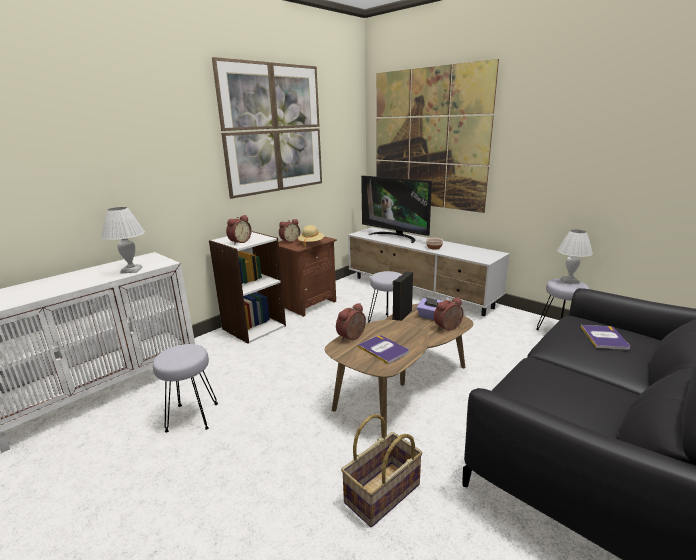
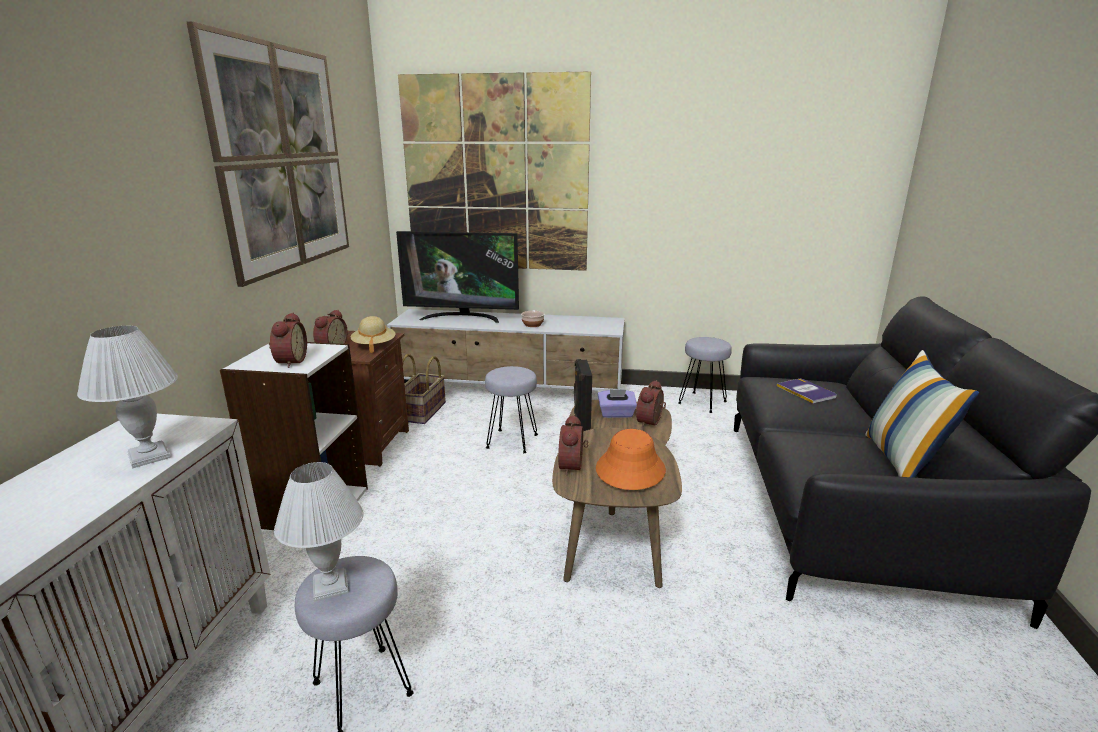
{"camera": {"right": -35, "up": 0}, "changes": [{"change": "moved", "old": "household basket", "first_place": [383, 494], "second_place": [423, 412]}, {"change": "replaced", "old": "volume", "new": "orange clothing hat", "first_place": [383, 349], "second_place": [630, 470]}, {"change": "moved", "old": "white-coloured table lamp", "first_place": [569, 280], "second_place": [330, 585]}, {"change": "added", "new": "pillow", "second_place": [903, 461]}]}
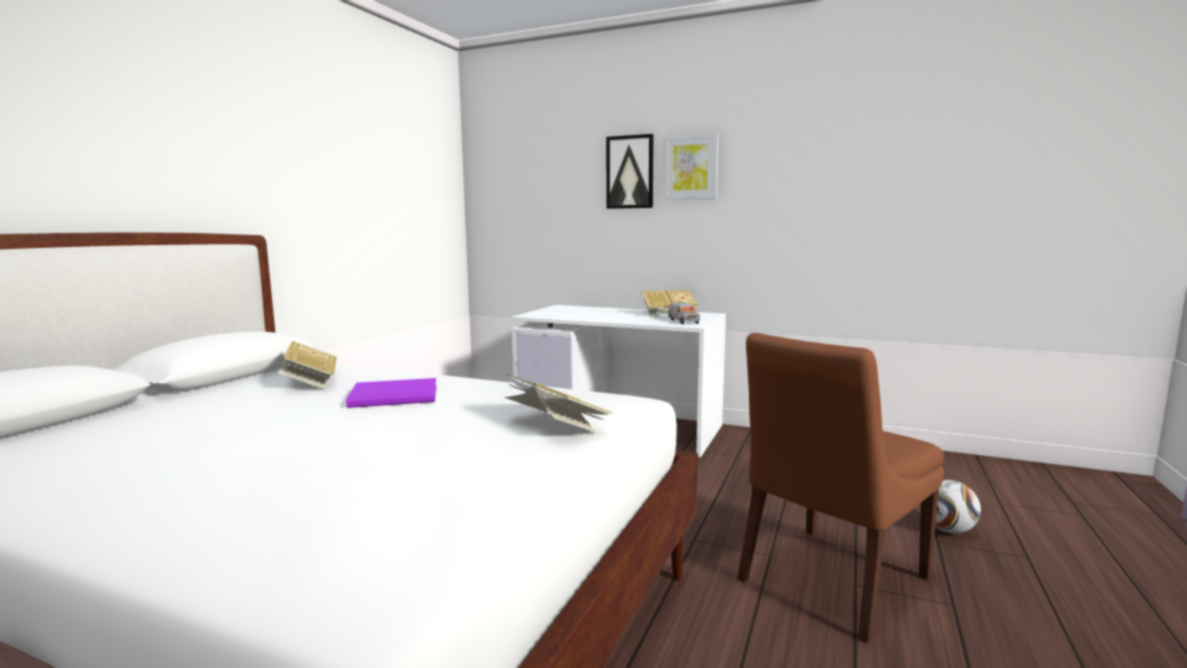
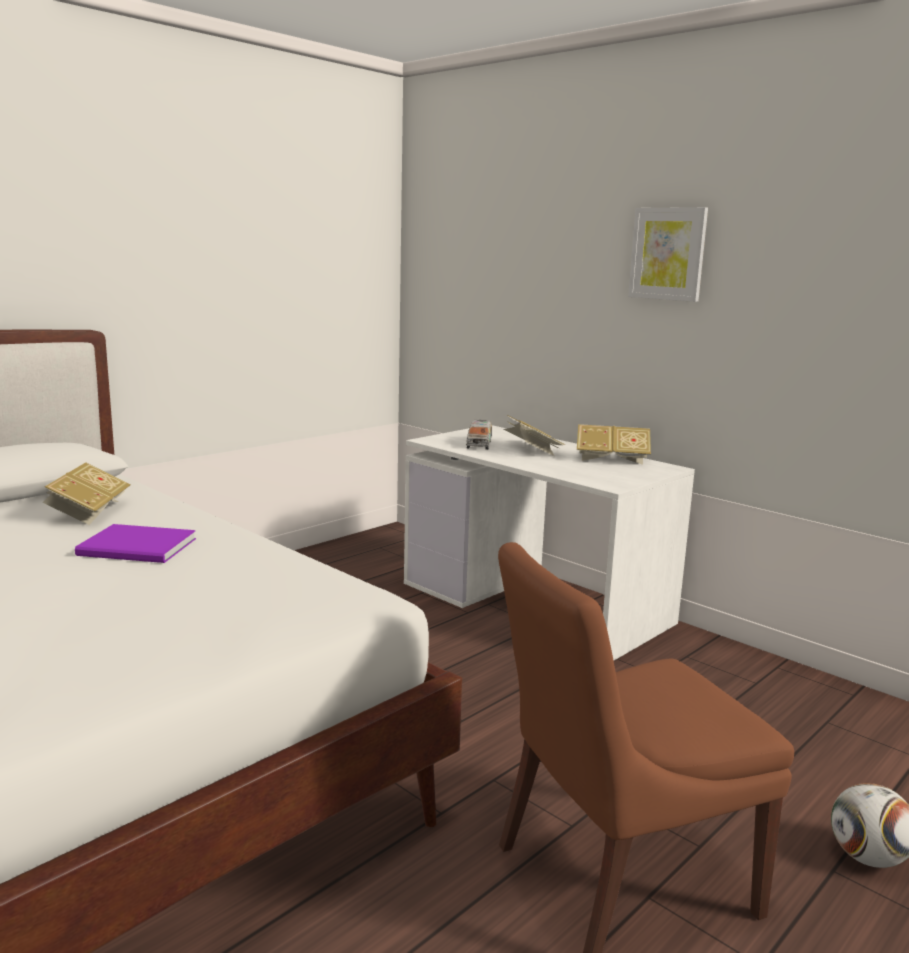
{"camera": {"right": 20, "up": 5}, "changes": [{"change": "moved", "old": "volume", "first_place": [554, 425], "second_place": [531, 450]}, {"change": "removed", "old": "wall picture", "first_place": [630, 172]}, {"change": "moved", "old": "model truck", "first_place": [683, 321], "second_place": [479, 444]}]}
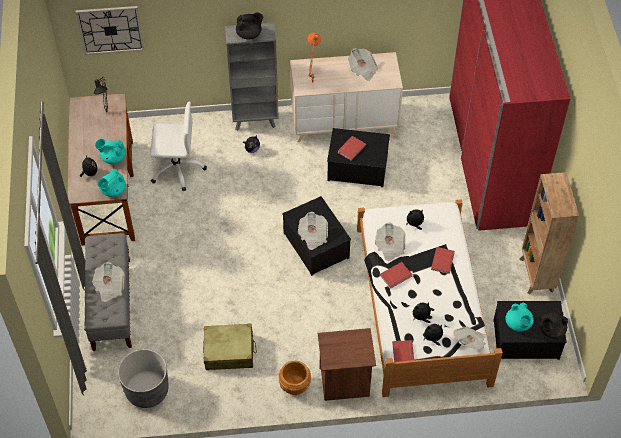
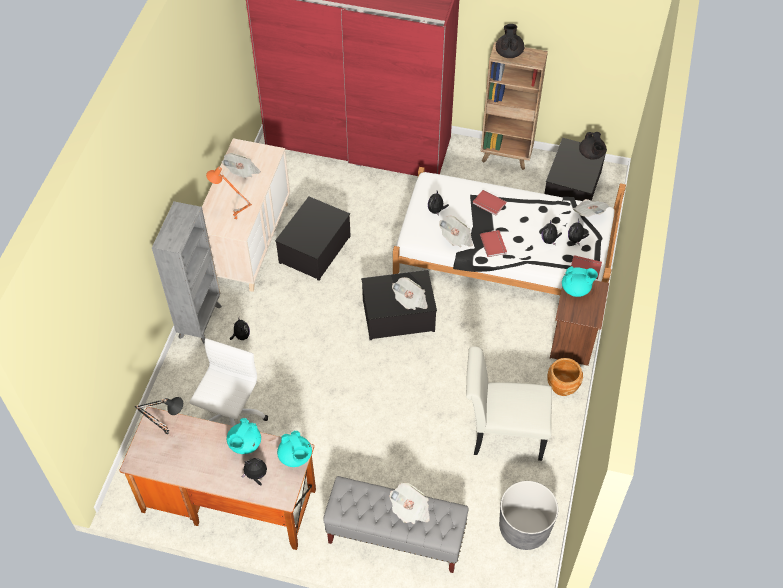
{"camera": {"right": -70, "up": 0}, "changes": [{"change": "removed", "old": "clock on the wall", "first_place": [110, 29]}, {"change": "replaced", "old": "sand-coloured travel case", "new": "white-coloured upright chair", "first_place": [229, 352], "second_place": [502, 433]}, {"change": "moved", "old": "black-coloured pot for tea", "first_place": [249, 34], "second_place": [509, 53]}, {"change": "removed", "old": "red volume", "first_place": [351, 148]}, {"change": "moved", "old": "blue-green pot for tea", "first_place": [518, 324], "second_place": [576, 289]}]}
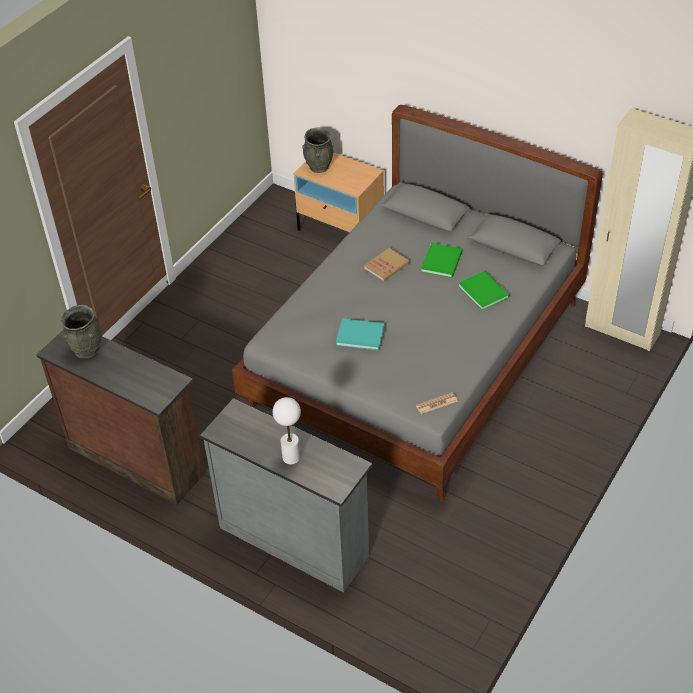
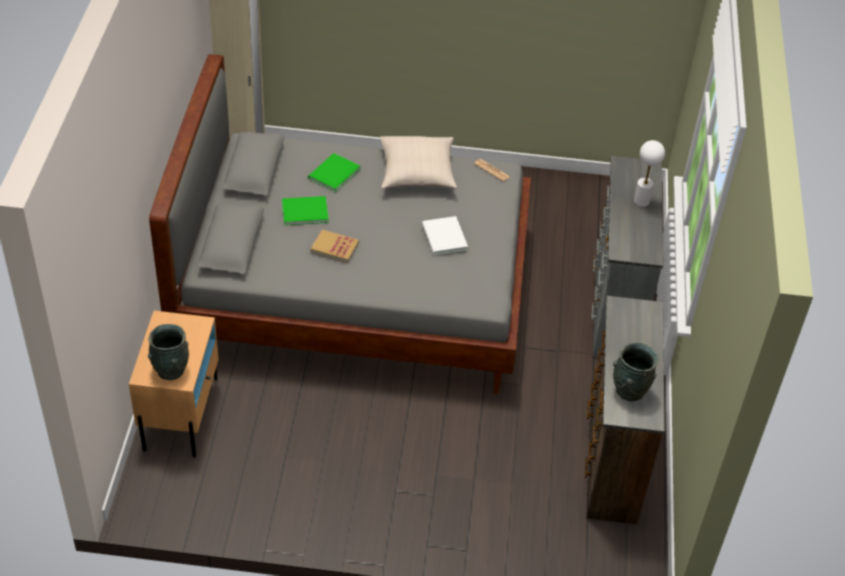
{"camera": {"right": -120, "up": 0}, "changes": [{"change": "recoloured", "old": "blue-green volume", "new": "white-coloured volume", "first_place": [359, 334], "second_place": [443, 238]}, {"change": "added", "new": "sand-coloured pillow", "second_place": [417, 173]}]}
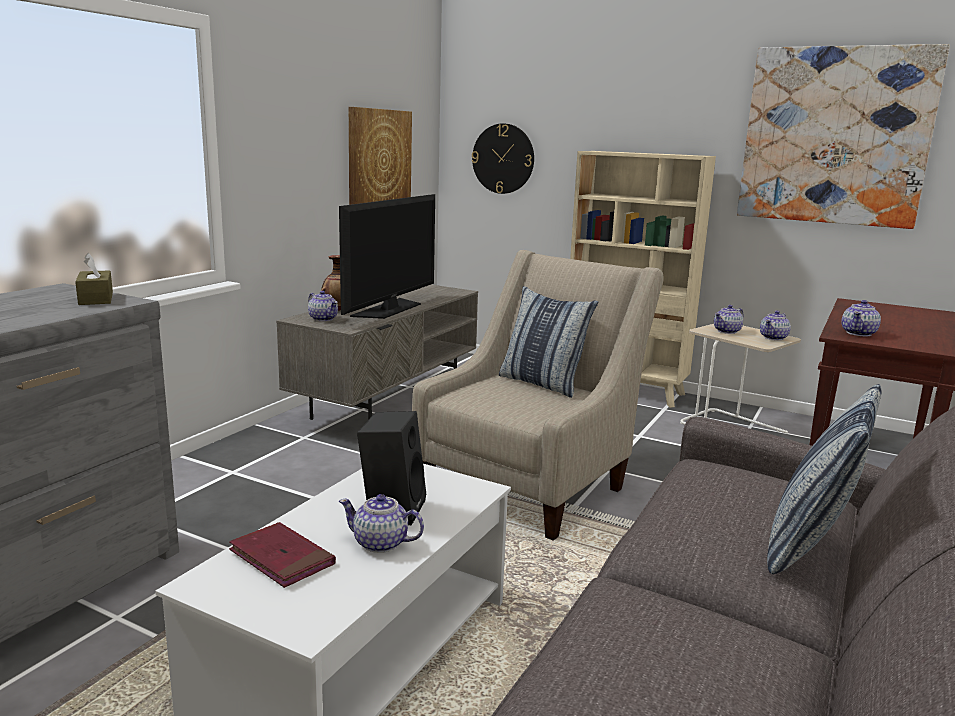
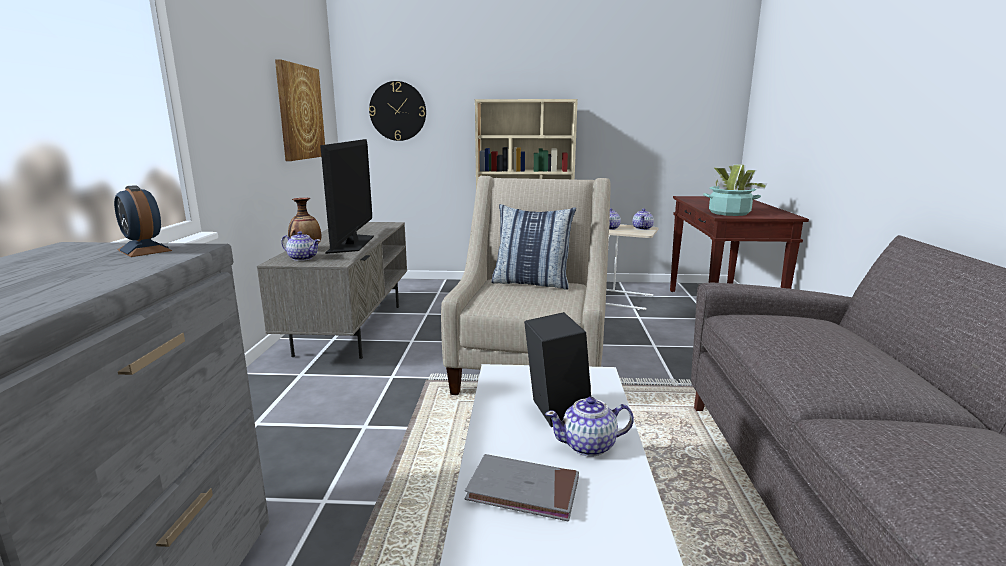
{"camera": {"right": -25, "up": 0}, "changes": [{"change": "replaced", "old": "brown tissue box", "new": "table clock", "first_place": [96, 298], "second_place": [144, 250]}, {"change": "recoloured", "old": "red volume", "new": "gray volume", "first_place": [282, 558], "second_place": [523, 491]}, {"change": "removed", "old": "wall picture", "first_place": [835, 136]}, {"change": "removed", "old": "pillow", "first_place": [810, 545]}, {"change": "replaced", "old": "pot for tea", "new": "houseplant", "first_place": [859, 333], "second_place": [729, 213]}]}
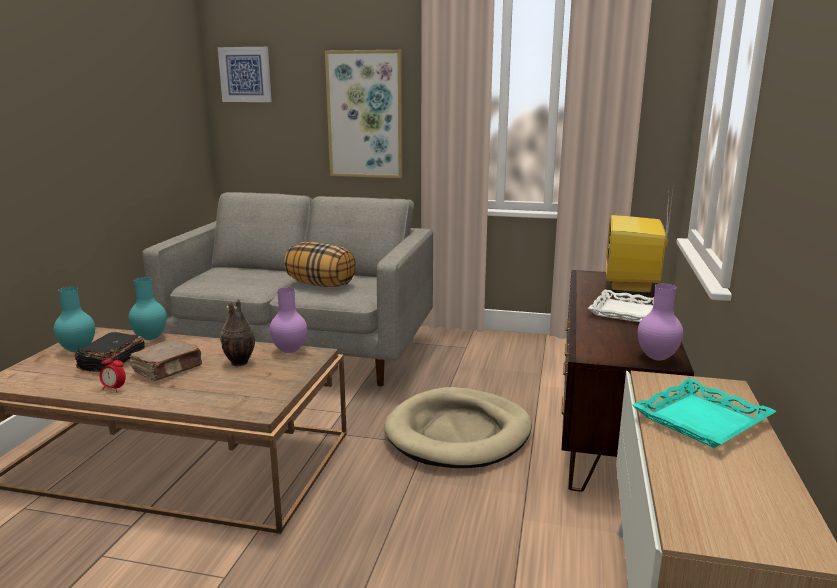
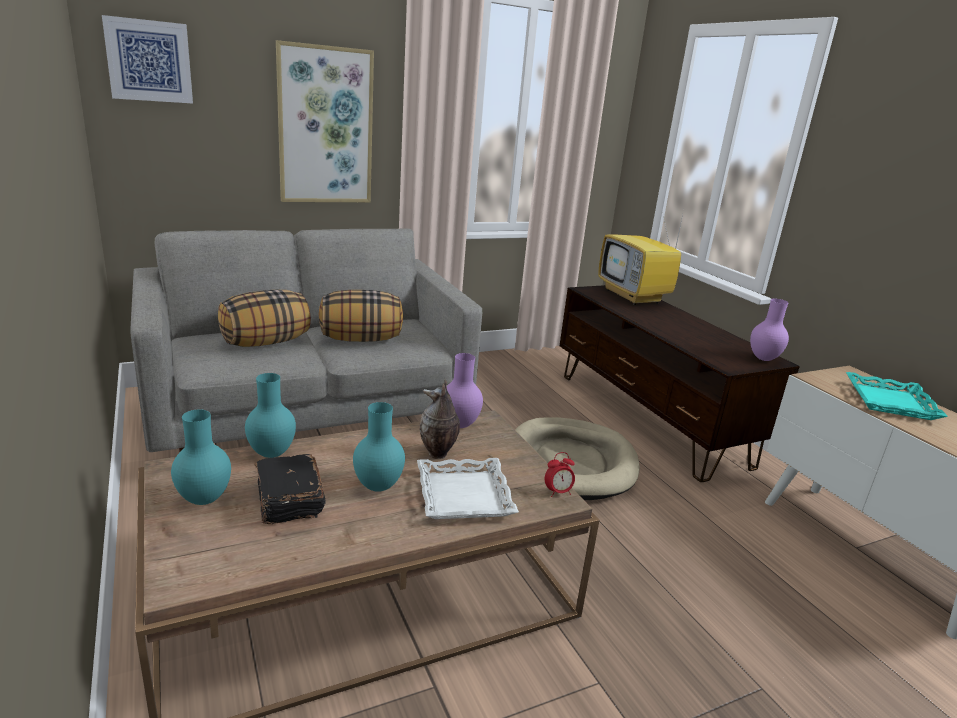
{"camera": {"right": -40, "up": 5}, "changes": [{"change": "moved", "old": "table clock", "first_place": [114, 389], "second_place": [558, 492]}, {"change": "replaced", "old": "brown volume", "new": "blue-green vase", "first_place": [168, 369], "second_place": [379, 486]}, {"change": "moved", "old": "white-coloured tray", "first_place": [626, 311], "second_place": [465, 495]}, {"change": "added", "new": "pillow", "second_place": [266, 342]}]}
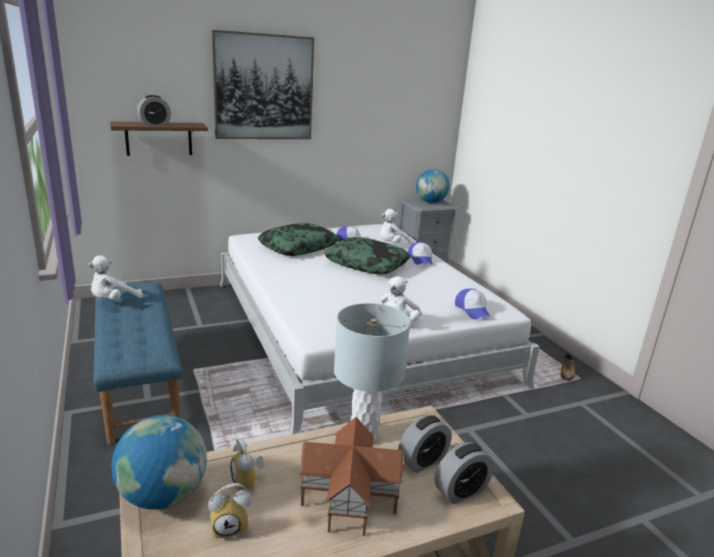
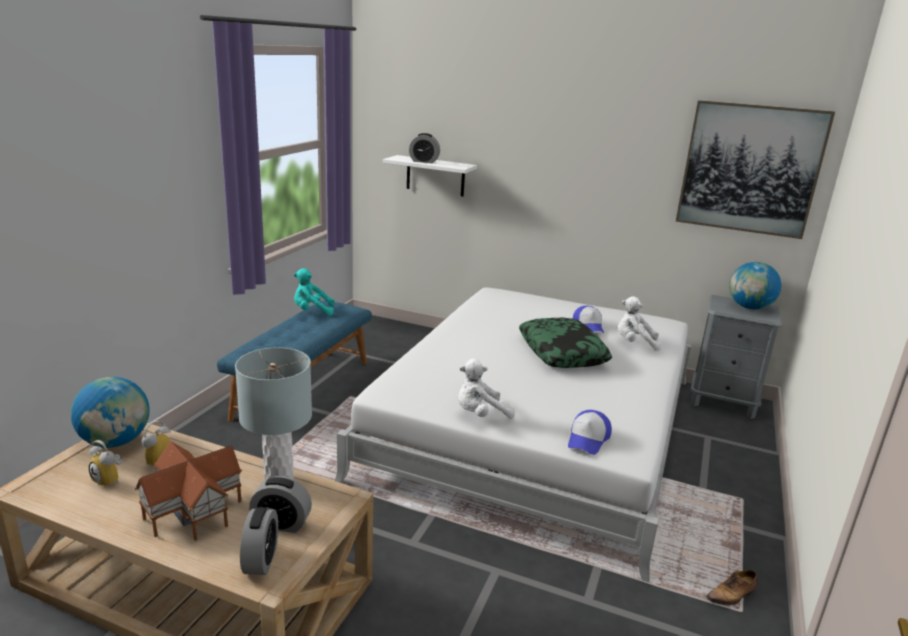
{"camera": {"right": 45, "up": 0}, "changes": [{"change": "recoloured", "old": "white-coloured cuddly toy", "new": "blue-green cuddly toy", "first_place": [113, 300], "second_place": [312, 311]}, {"change": "recoloured", "old": "brown shelf", "new": "white-coloured shelf", "first_place": [159, 138], "second_place": [435, 176]}, {"change": "moved", "old": "wall picture", "first_place": [263, 87], "second_place": [750, 169]}, {"change": "removed", "old": "pillow", "first_place": [298, 247]}, {"change": "removed", "old": "peaked cap", "first_place": [421, 259]}, {"change": "turned", "old": "table clock", "first_place": [461, 491], "second_place": [261, 560], "degrees": -105}]}
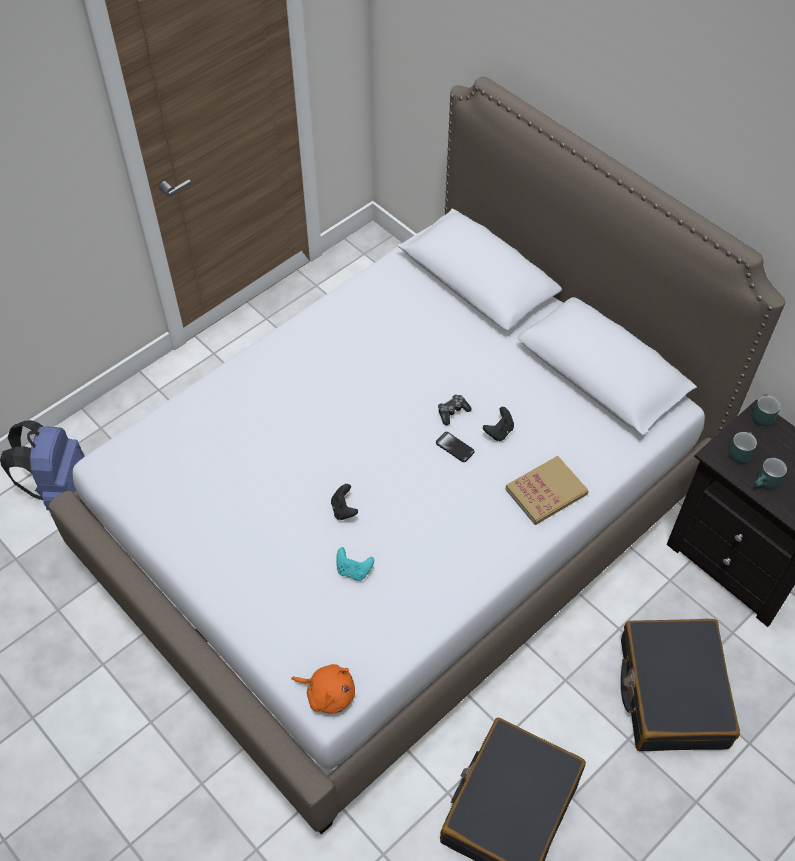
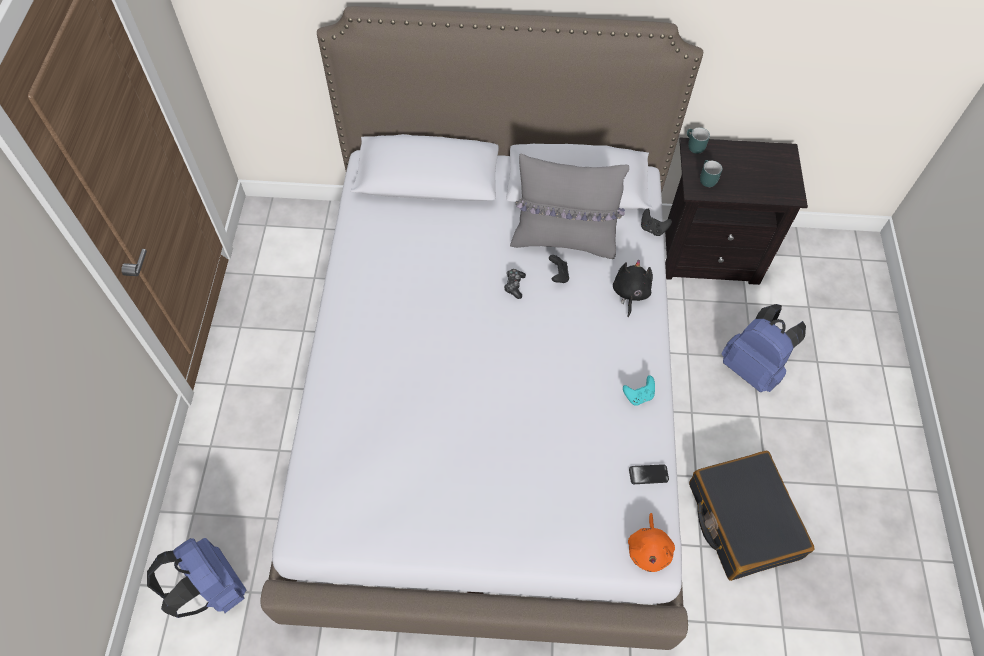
{"camera": {"right": -45, "up": 5}, "changes": [{"change": "turned", "old": "orange cuddly toy", "first_place": [328, 693], "second_place": [649, 549], "degrees": 120}, {"change": "moved", "old": "black-coloured gamepad", "first_place": [344, 509], "second_place": [652, 229]}, {"change": "moved", "old": "blue-green gamepad", "first_place": [353, 570], "second_place": [638, 396]}, {"change": "moved", "old": "handset", "first_place": [455, 447], "second_place": [648, 474]}, {"change": "replaced", "old": "volume", "new": "black-coloured cuddly toy", "first_place": [546, 492], "second_place": [630, 293]}, {"change": "replaced", "old": "black-coloured travel case", "new": "blue knapsack", "first_place": [671, 692], "second_place": [752, 368]}, {"change": "removed", "old": "blue-green coffee mug", "first_place": [766, 484]}, {"change": "added", "new": "gray pillow", "second_place": [564, 239]}]}
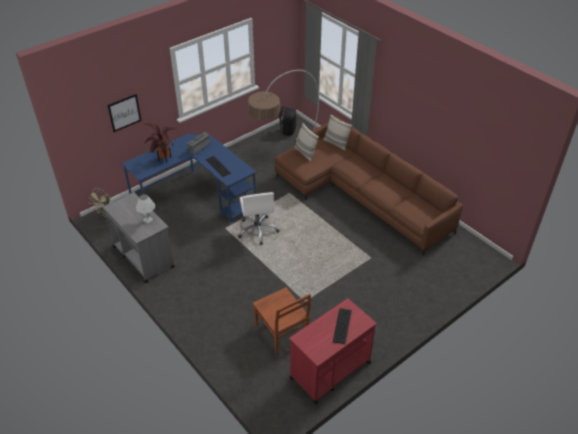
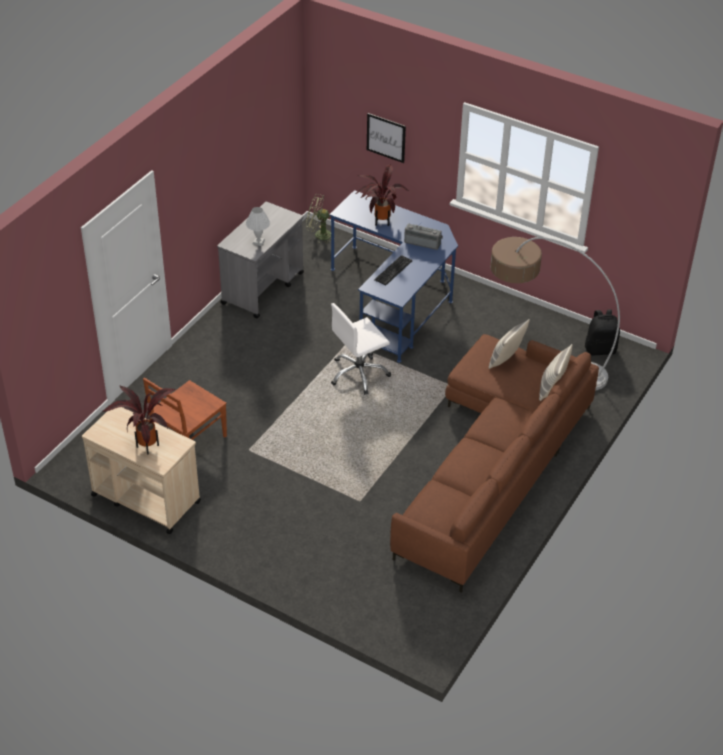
{"camera": {"right": 70, "up": 0}, "changes": [{"change": "recoloured", "old": "red wheeled cart", "new": "sand-coloured wheeled cart", "first_place": [330, 370], "second_place": [145, 498]}, {"change": "replaced", "old": "keyboard", "new": "houseplant", "first_place": [341, 326], "second_place": [147, 444]}]}
